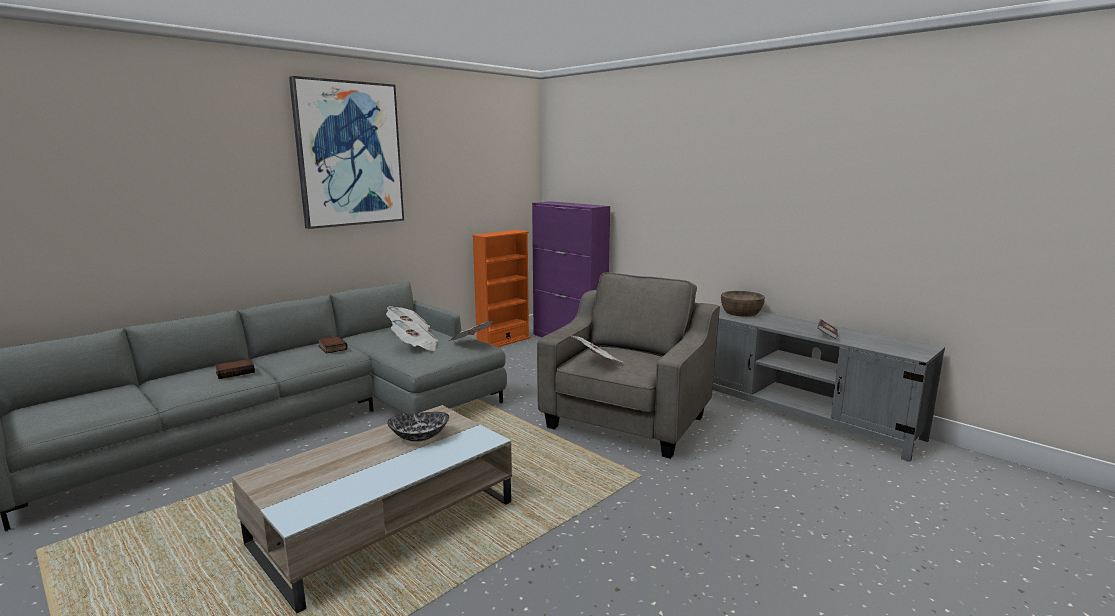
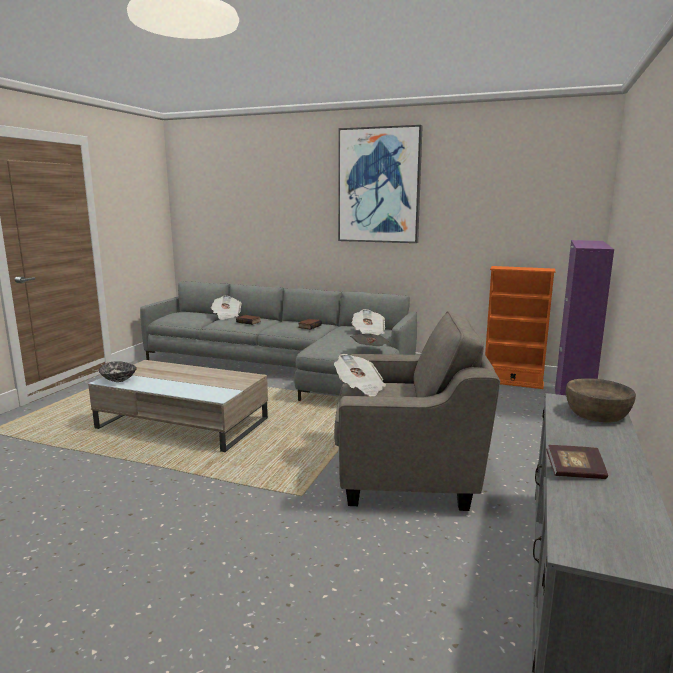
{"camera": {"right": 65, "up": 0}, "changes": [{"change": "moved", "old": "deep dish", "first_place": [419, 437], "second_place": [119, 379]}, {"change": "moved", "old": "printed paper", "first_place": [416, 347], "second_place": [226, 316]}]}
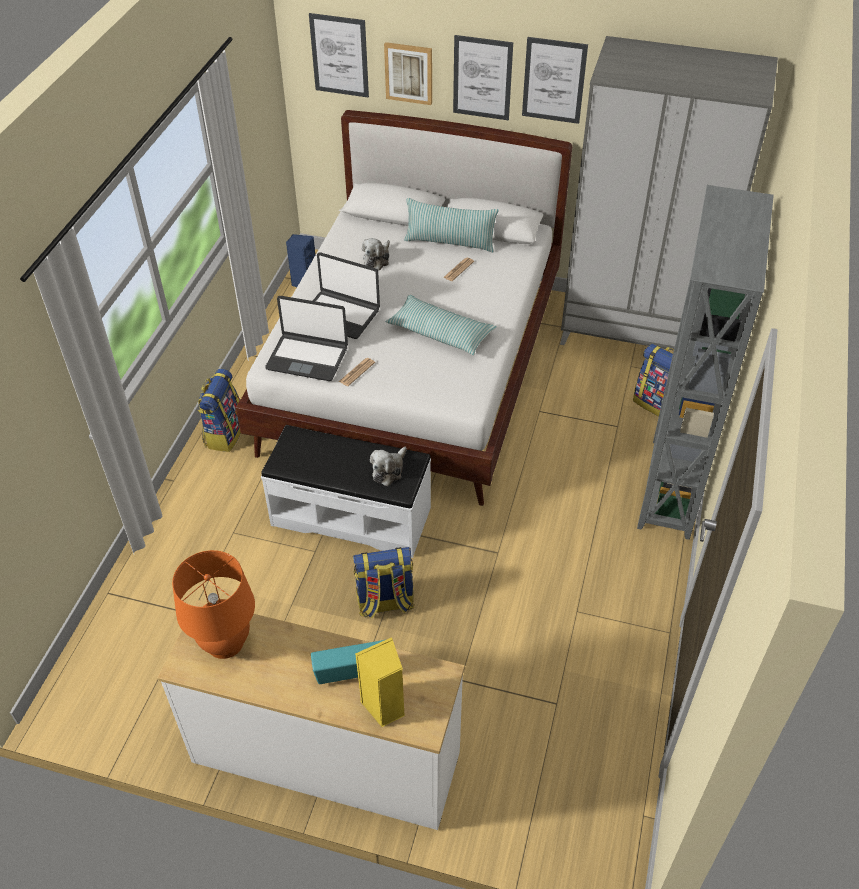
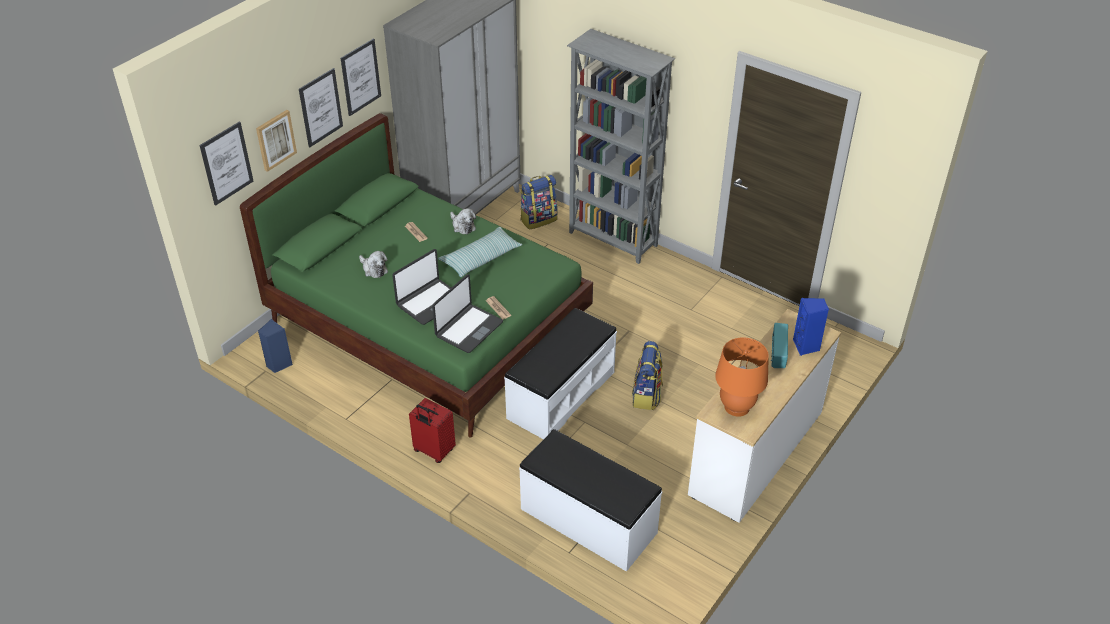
{"camera": {"right": -70, "up": -5}, "changes": [{"change": "replaced", "old": "knapsack", "new": "red travel case", "first_place": [224, 433], "second_place": [433, 451]}, {"change": "recoloured", "old": "white-coloured sleeping bed", "new": "green-coloured sleeping bed", "first_place": [414, 369], "second_place": [429, 325]}, {"change": "recoloured", "old": "yellow-coloured loudspeaker", "new": "blue loudspeaker", "first_place": [384, 707], "second_place": [806, 346]}, {"change": "moved", "old": "cuddly toy", "first_place": [389, 470], "second_place": [462, 226]}, {"change": "removed", "old": "pillow", "first_place": [450, 242]}, {"change": "added", "new": "white-coloured indoor bench", "second_place": [588, 521]}]}
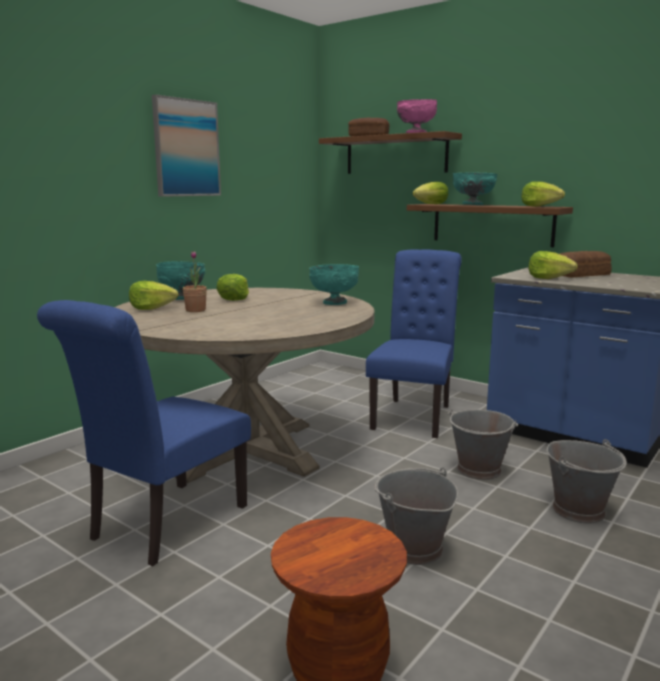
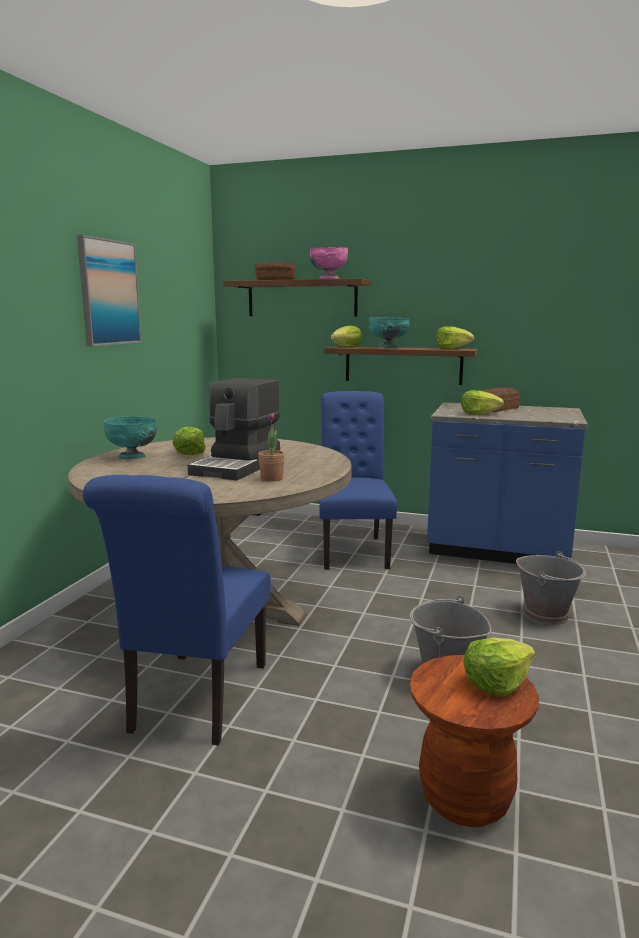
{"camera": {"right": -20, "up": 0}, "changes": [{"change": "moved", "old": "lettuce", "first_place": [151, 308], "second_place": [496, 682]}, {"change": "moved", "old": "houseplant", "first_place": [195, 310], "second_place": [271, 478]}, {"change": "removed", "old": "blue-green deep dish", "first_place": [334, 303]}, {"change": "removed", "old": "gray water bucket", "first_place": [479, 470]}, {"change": "added", "new": "coffee brewer", "second_place": [238, 466]}]}
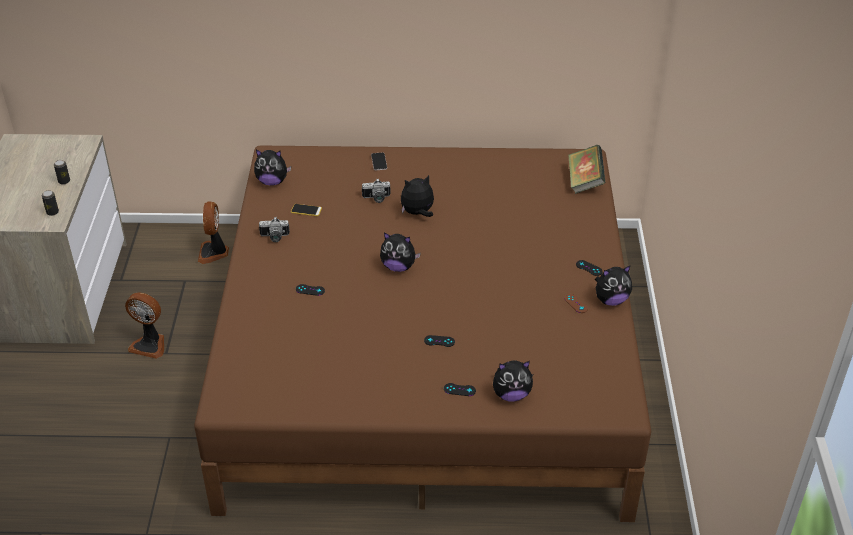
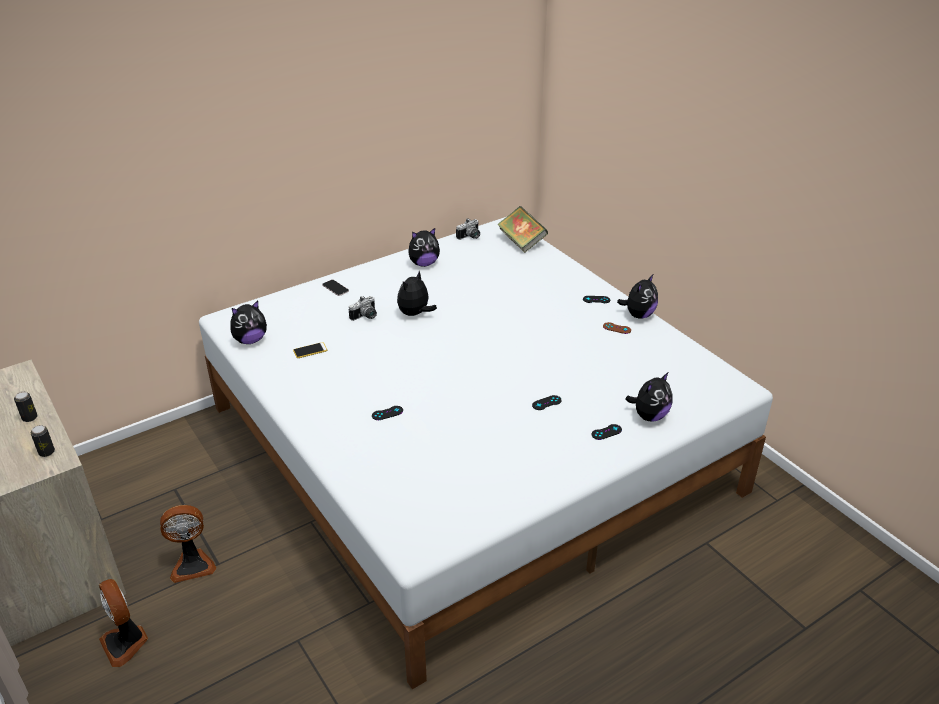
{"camera": {"right": -35, "up": -5}, "changes": [{"change": "recoloured", "old": "brown sleeping bed", "new": "white-coloured sleeping bed", "first_place": [427, 356], "second_place": [470, 448]}, {"change": "moved", "old": "electric fan", "first_place": [214, 252], "second_place": [125, 643]}, {"change": "moved", "old": "photo camera", "first_place": [274, 237], "second_place": [470, 237]}, {"change": "moved", "old": "cuddly toy", "first_place": [398, 266], "second_place": [424, 263]}]}
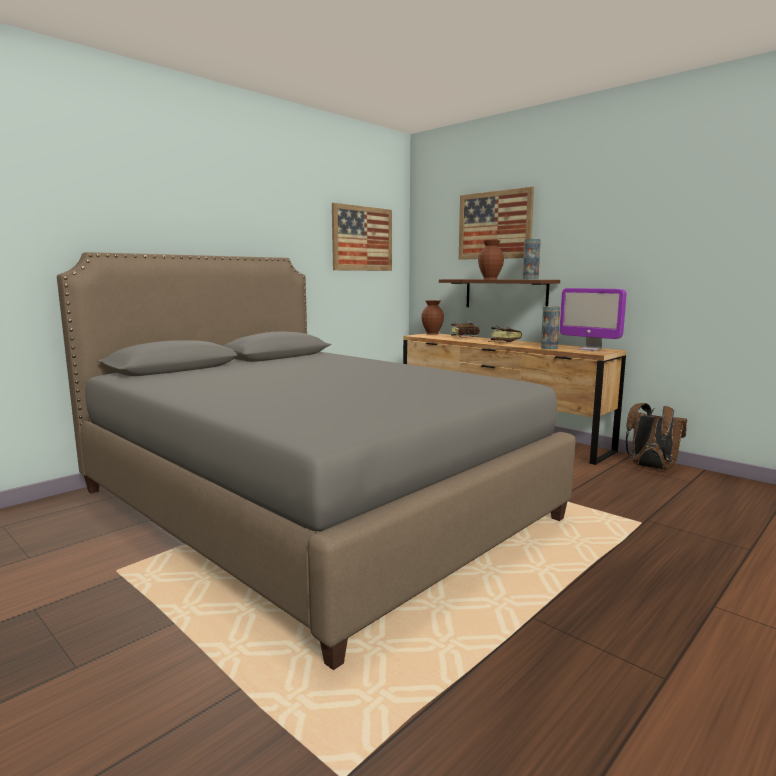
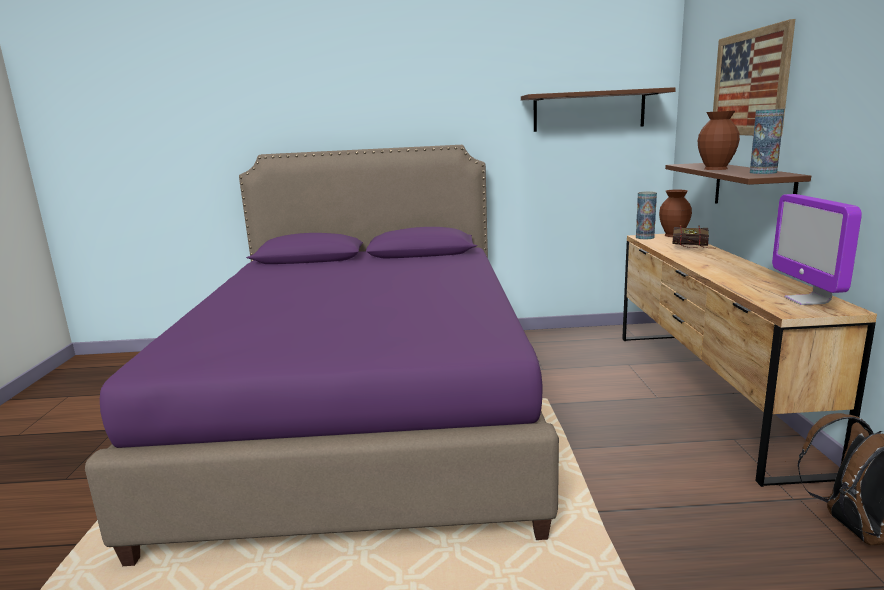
{"camera": {"right": 45, "up": 5}, "changes": [{"change": "recoloured", "old": "gray sleeping bed", "new": "purple sleeping bed", "first_place": [310, 504], "second_place": [363, 413]}, {"change": "replaced", "old": "wall picture", "new": "brown shelf", "first_place": [362, 238], "second_place": [589, 111]}, {"change": "removed", "old": "volume", "first_place": [503, 342]}, {"change": "moved", "old": "vase", "first_place": [549, 348], "second_place": [644, 237]}]}
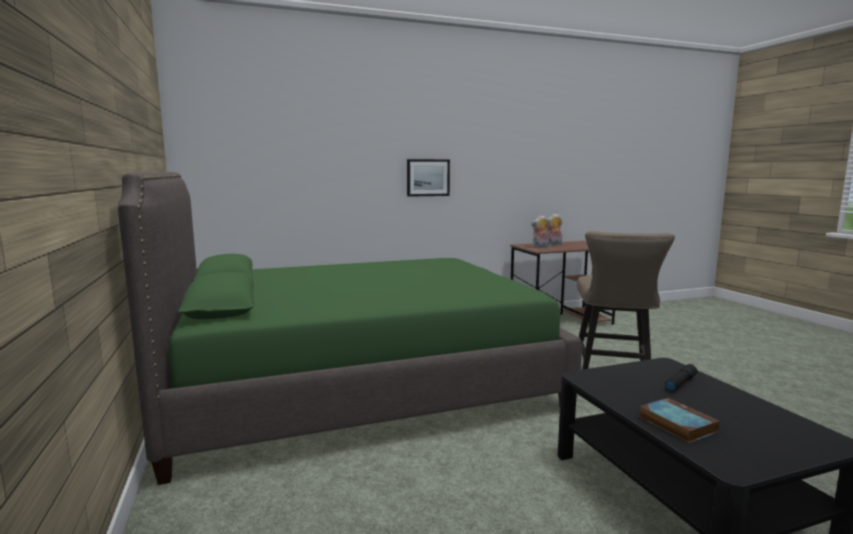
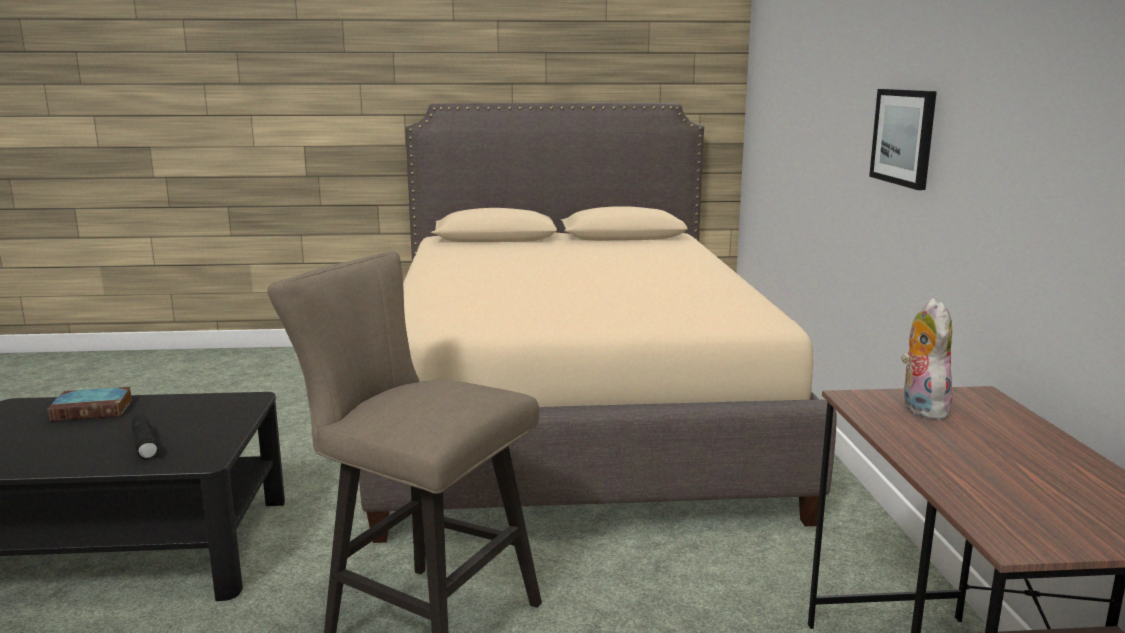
{"camera": {"right": 105, "up": 5}, "changes": [{"change": "recoloured", "old": "green-coloured sleeping bed", "new": "sand-coloured sleeping bed", "first_place": [359, 384], "second_place": [572, 414]}, {"change": "removed", "old": "cuddly toy", "first_place": [553, 245]}]}
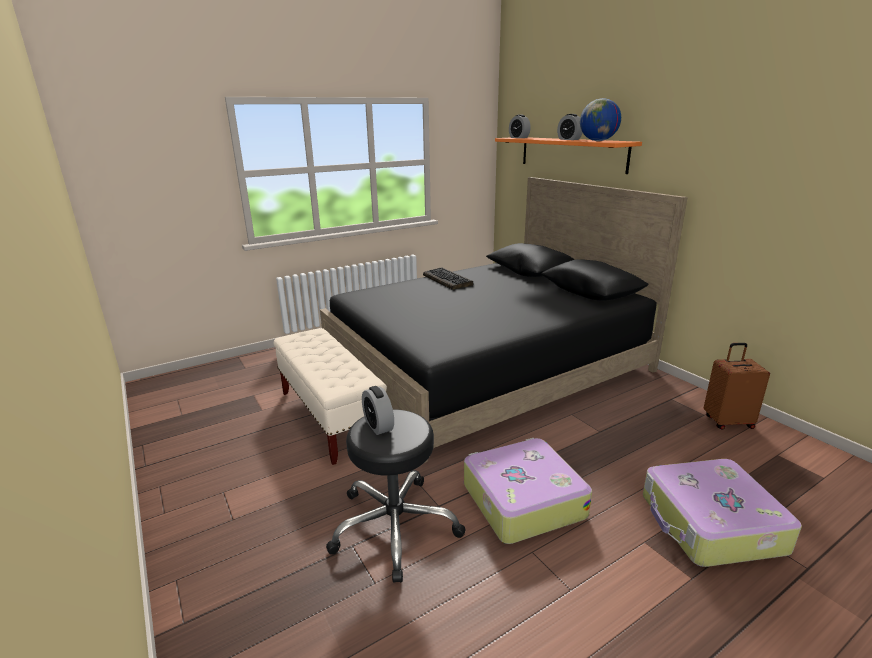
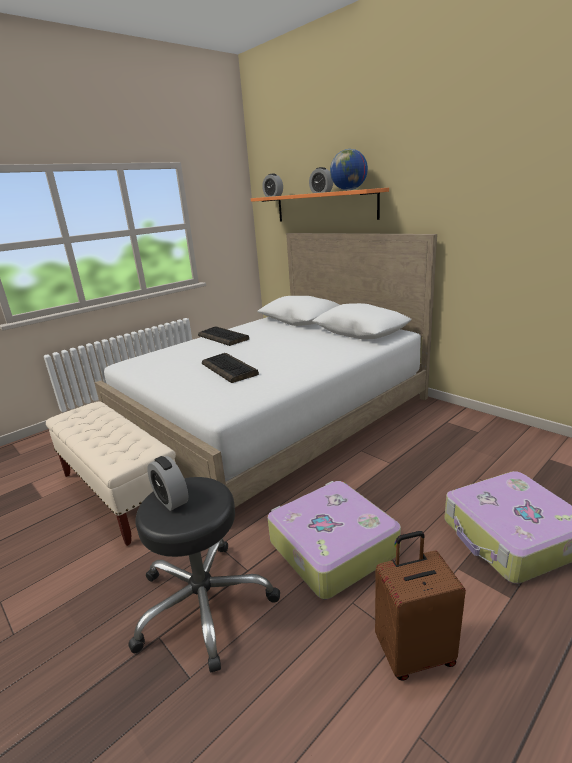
{"camera": {"right": -10, "up": 0}, "changes": [{"change": "recoloured", "old": "black-coloured sleeping bed", "new": "white-coloured sleeping bed", "first_place": [488, 367], "second_place": [274, 417]}, {"change": "moved", "old": "brown travel case", "first_place": [727, 421], "second_place": [414, 652]}, {"change": "added", "new": "keyboard", "second_place": [230, 369]}]}
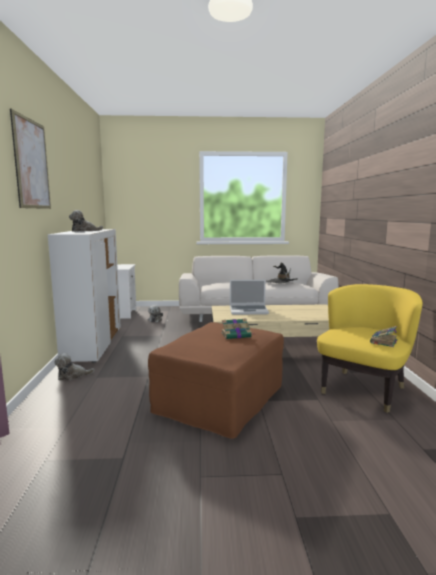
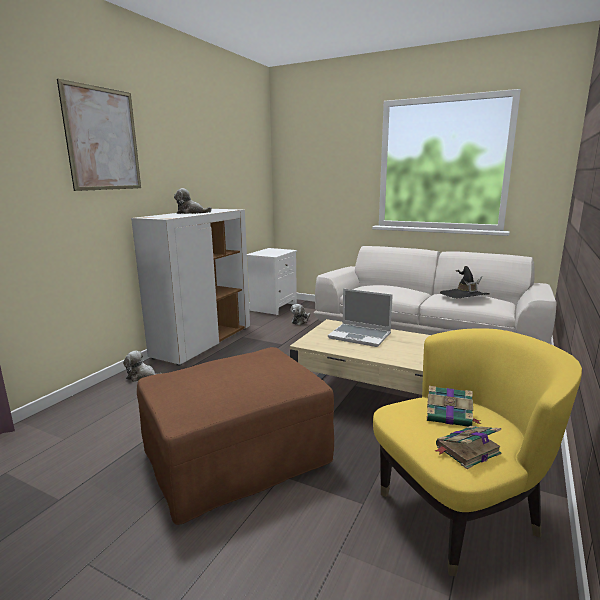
{"camera": {"right": 30, "up": 5}, "changes": [{"change": "moved", "old": "volume", "first_place": [237, 335], "second_place": [450, 416]}]}
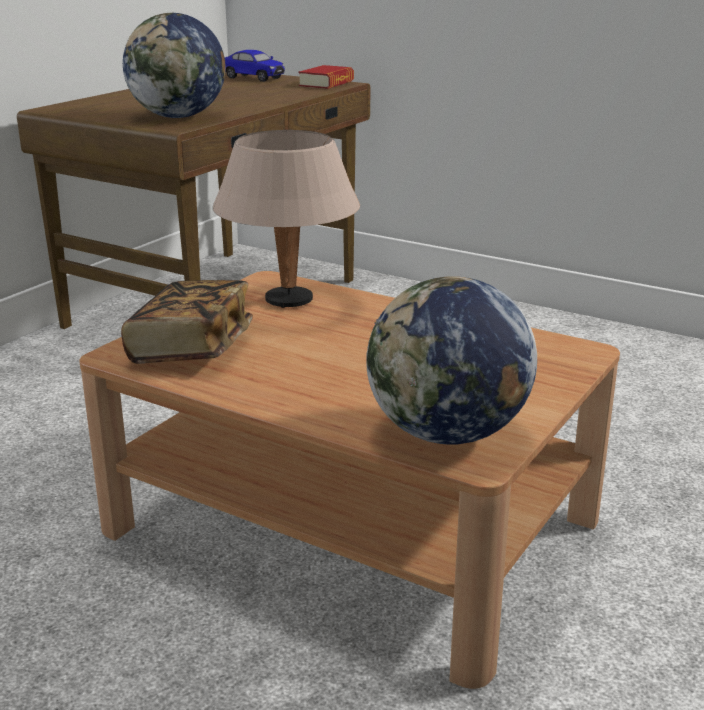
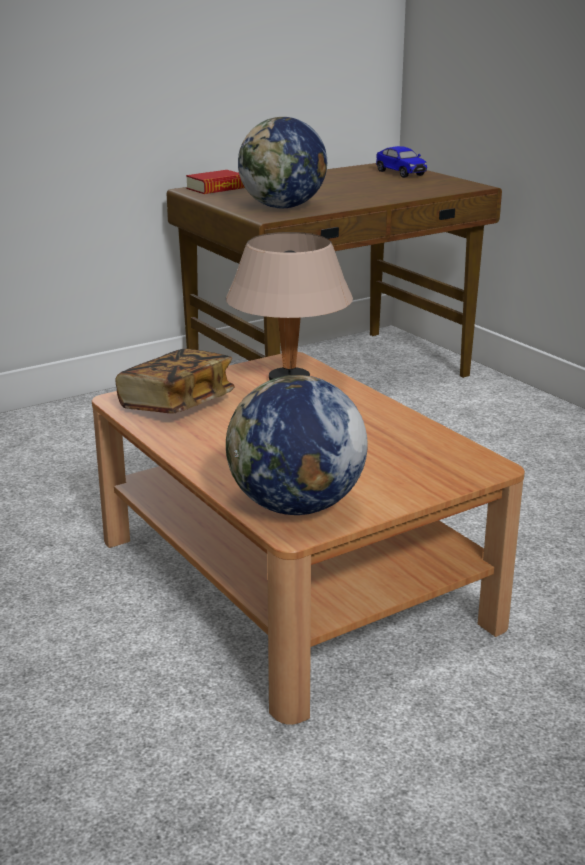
{"camera": {"right": 25, "up": 0}, "changes": [{"change": "moved", "old": "volume", "first_place": [326, 83], "second_place": [216, 188]}]}
